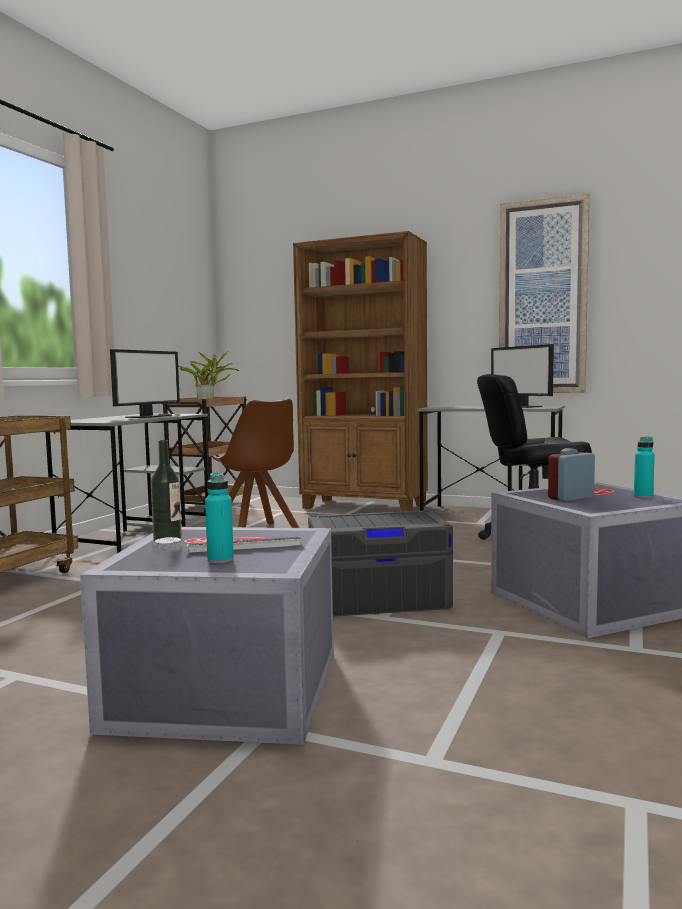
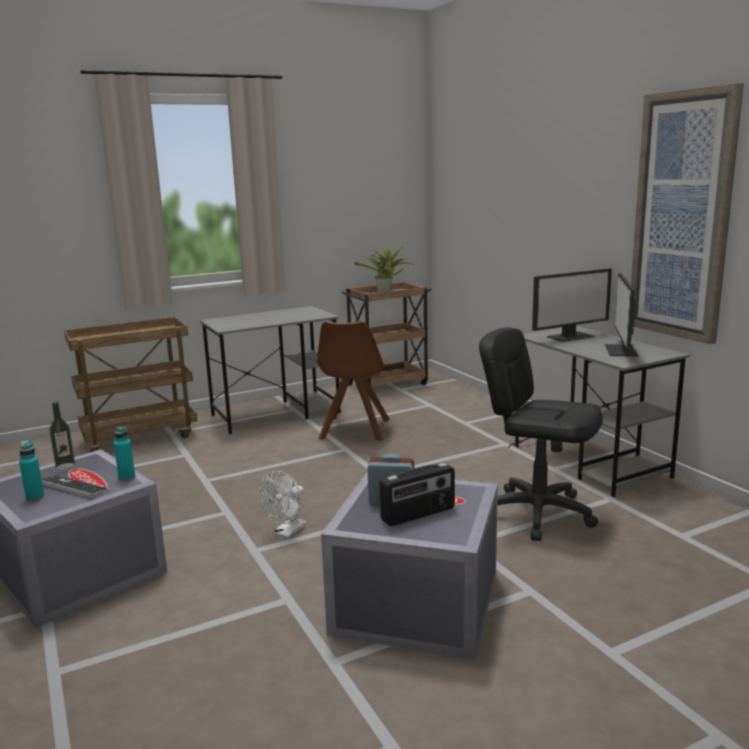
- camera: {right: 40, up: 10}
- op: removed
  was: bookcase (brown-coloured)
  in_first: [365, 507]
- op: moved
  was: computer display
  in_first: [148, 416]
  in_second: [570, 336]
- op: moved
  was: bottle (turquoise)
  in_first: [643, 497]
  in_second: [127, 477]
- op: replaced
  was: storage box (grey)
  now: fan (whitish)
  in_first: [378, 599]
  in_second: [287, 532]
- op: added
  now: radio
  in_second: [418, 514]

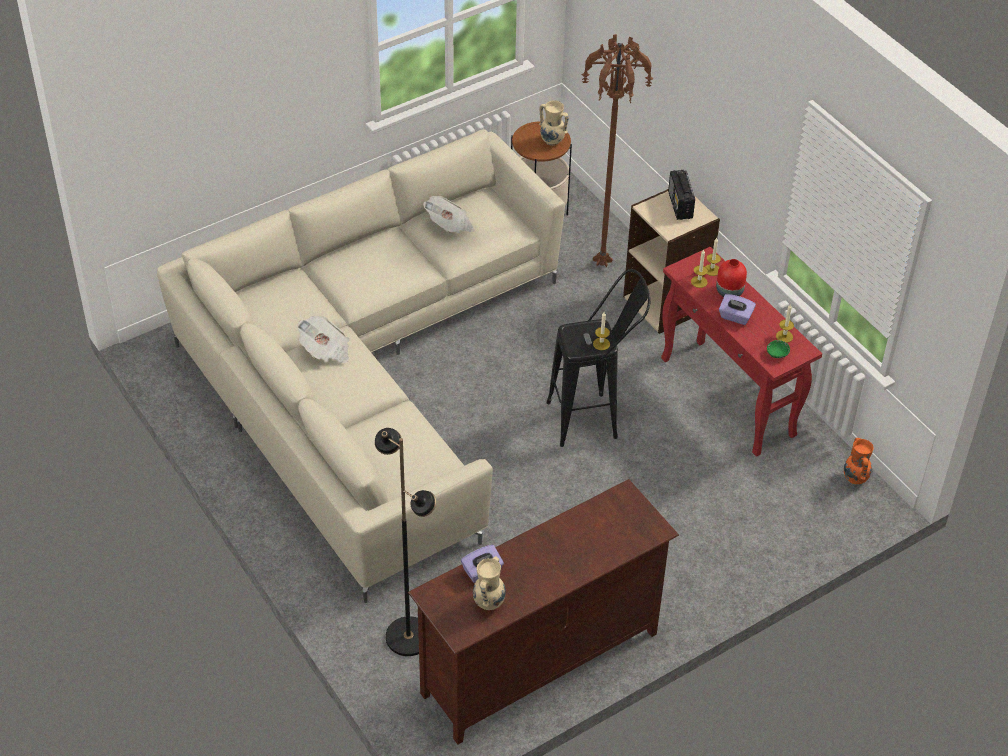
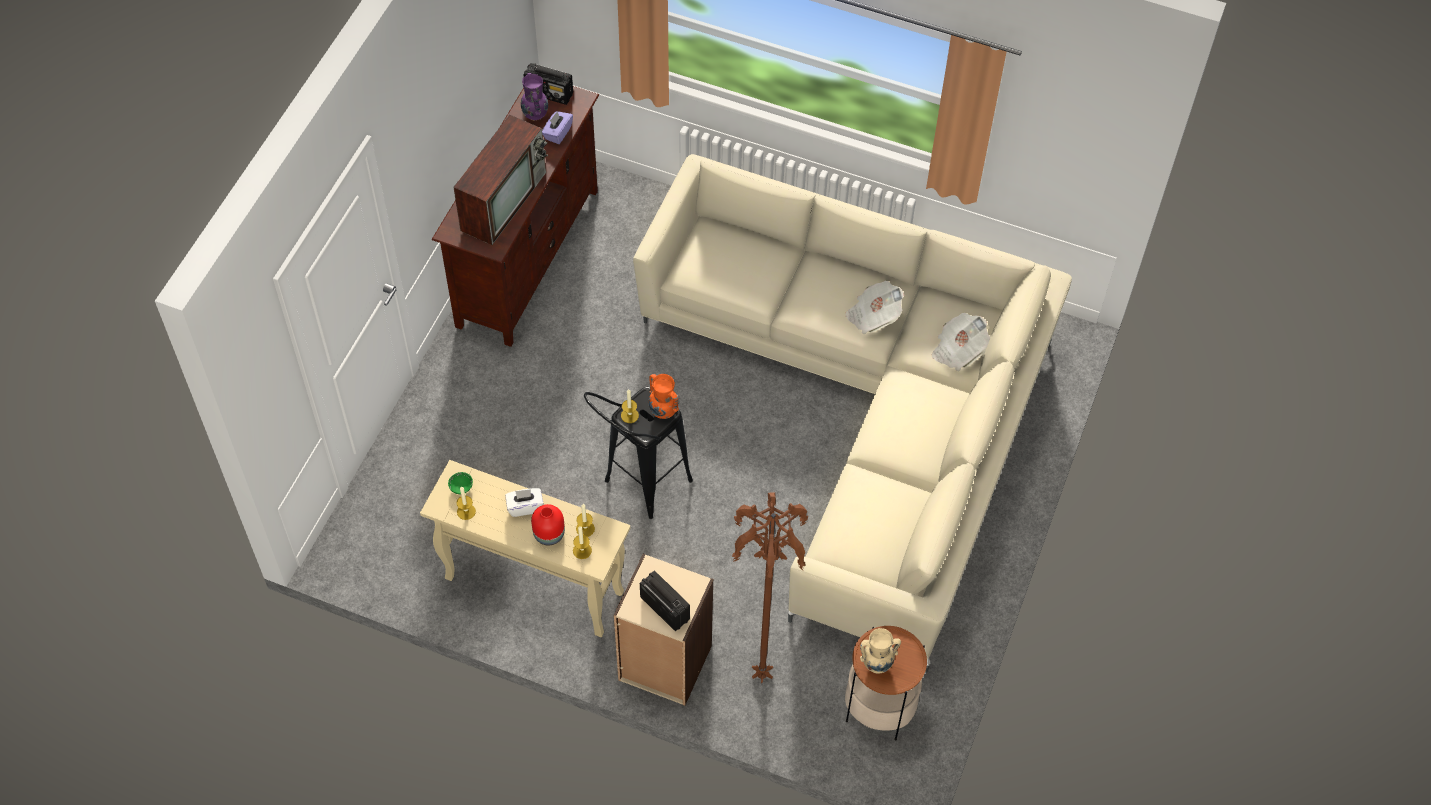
- camera: {right: 145, up: 10}
- op: moved
  was: daily paper
  in_first: [449, 225]
  in_second: [958, 350]
- op: recoloured
  was: console table (reddish)
  now: console table (sand-coloured)
  in_first: [728, 398]
  in_second: [532, 585]
- op: recoloured
  was: box of tissues (purplish)
  now: box of tissues (whitish)
  in_first: [735, 317]
  in_second: [525, 507]
- op: removed
  was: standing lamp (blackish)
  in_first: [409, 636]
- op: moved
  was: decorative vase (orange-coloured)
  in_first: [855, 478]
  in_second: [663, 412]
- op: recoloured
  was: decorative vase (sand-coloured)
  now: decorative vase (purplish)
  in_first: [488, 603]
  in_second: [535, 114]
- op: added
  now: radio
  in_second: [549, 93]
- op: added
  now: TV
  in_second: [504, 200]

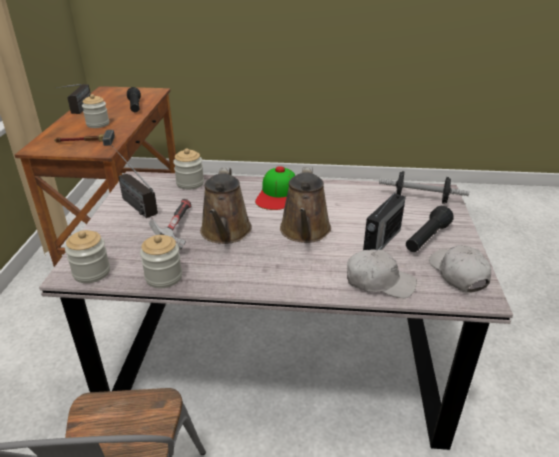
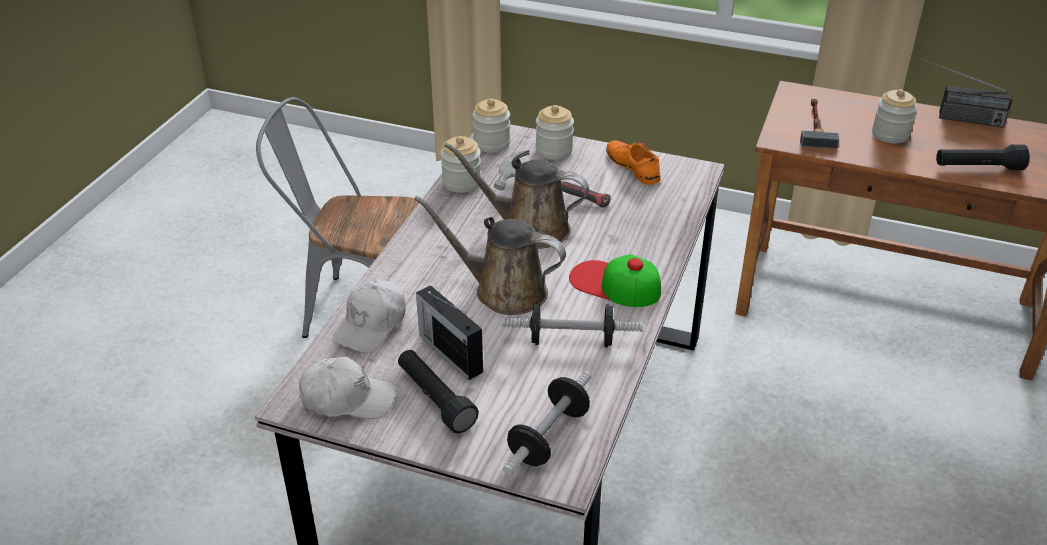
- camera: {right: 105, up: 5}
- op: replaced
  was: radio
  now: low shoe (orange-coloured)
  in_first: [131, 201]
  in_second: [633, 166]
- op: moved
  was: storage jar
  in_first: [190, 183]
  in_second: [554, 150]
- op: added
  now: hand weight
  in_second: [571, 340]

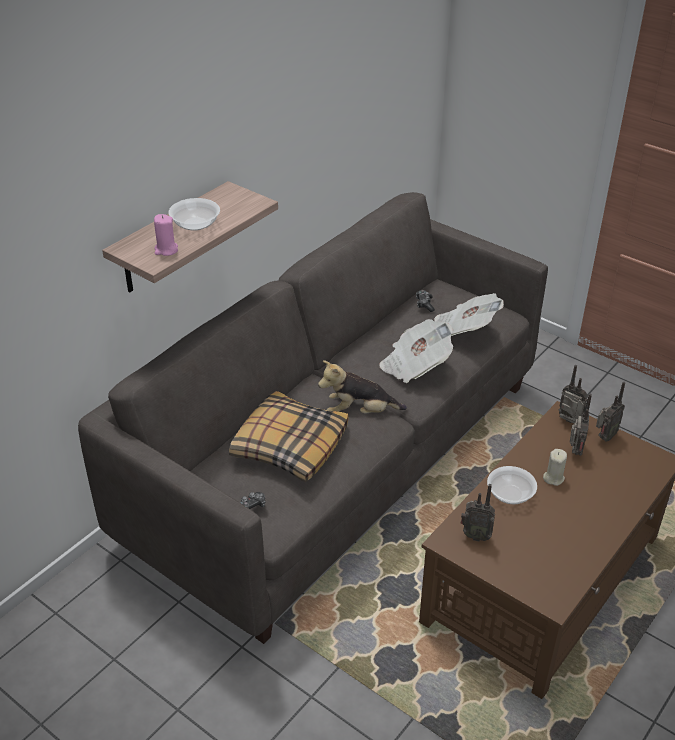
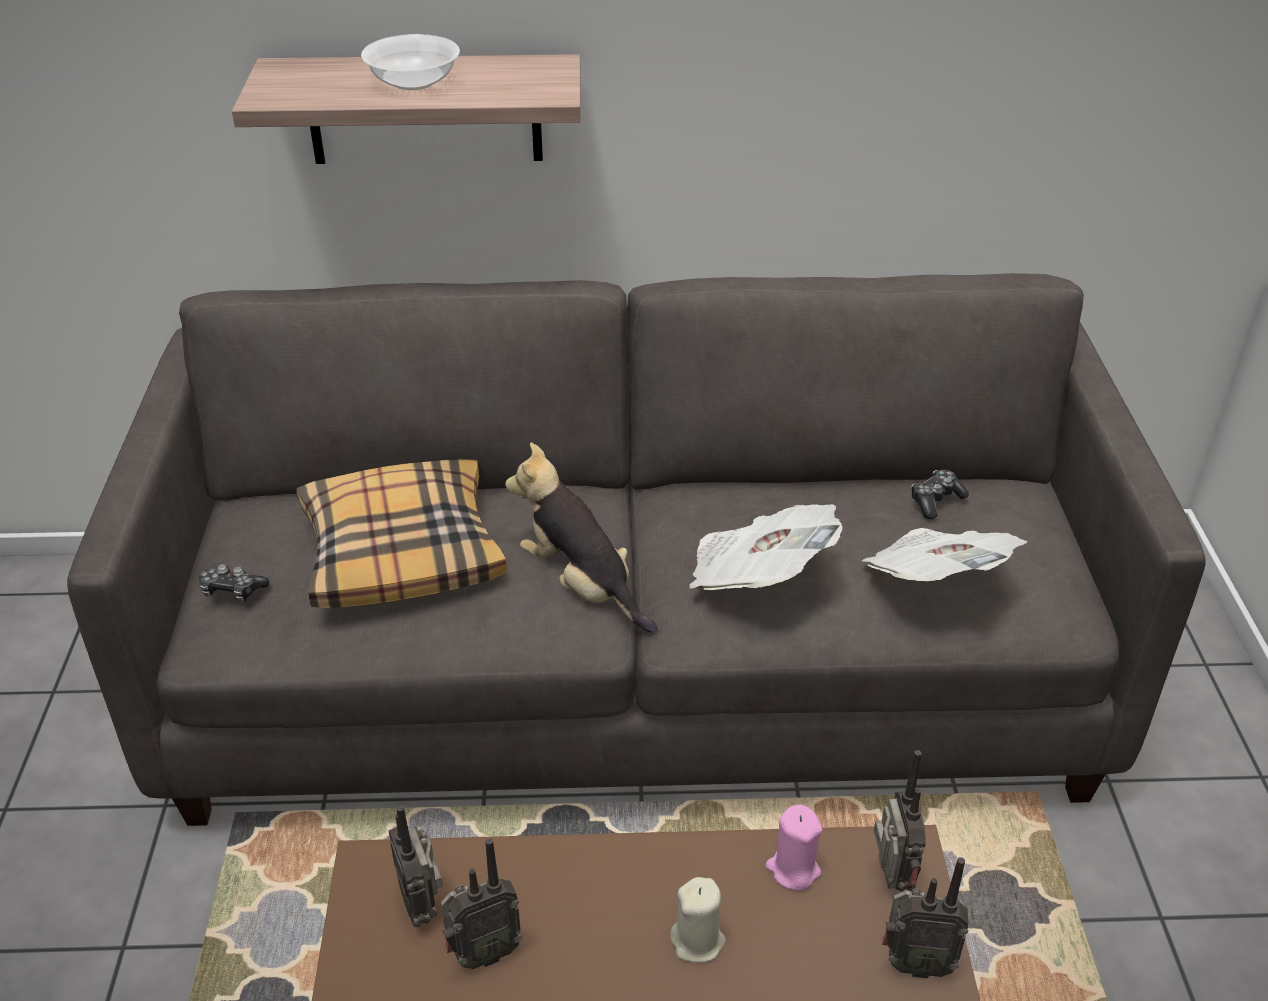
- camera: {right: 50, up: 0}
- op: moved
  was: wax light (pink-coloured)
  in_first: [166, 250]
  in_second: [793, 869]
- op: moved
  was: radio
  in_first: [574, 452]
  in_second: [482, 953]
- op: removed
  was: serving bowl
  in_first: [510, 494]

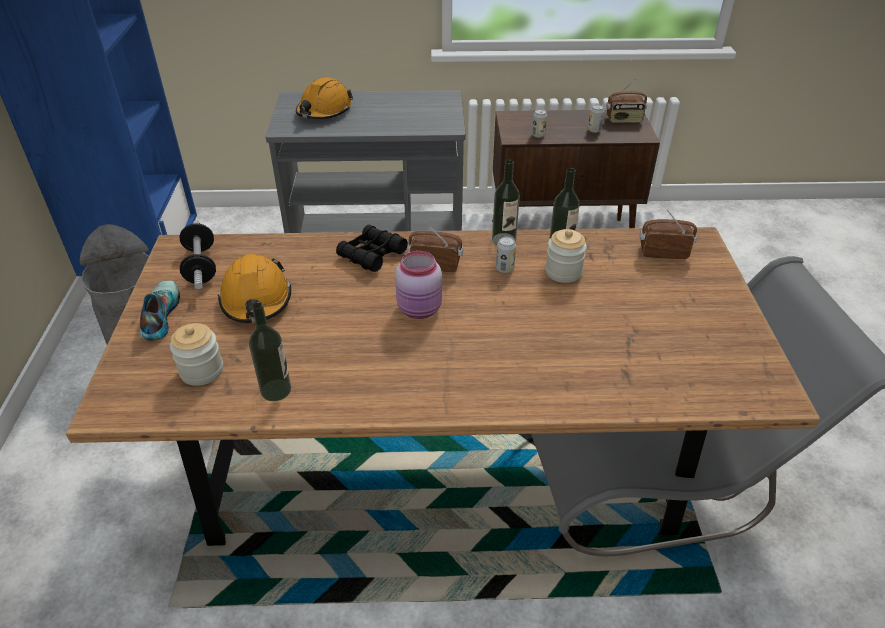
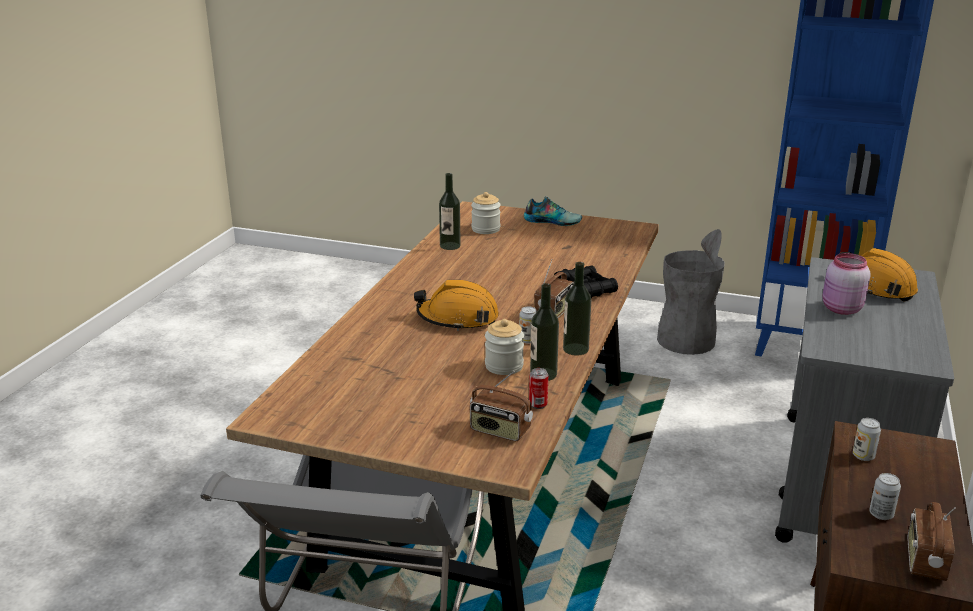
- camera: {right: 110, up: -15}
- op: turned
  was: radio
  in_first: [663, 252]
  in_second: [499, 431]
  clockwise: 90
- op: removed
  was: hand weight
  in_first: [201, 266]
- op: moved
  was: storage jar (pink-coloured)
  in_first: [420, 309]
  in_second: [840, 309]
- op: moved
  was: work helmet (orange-coloured)
  in_first: [256, 300]
  in_second: [458, 318]
- op: added
  now: can
  in_second: [538, 404]

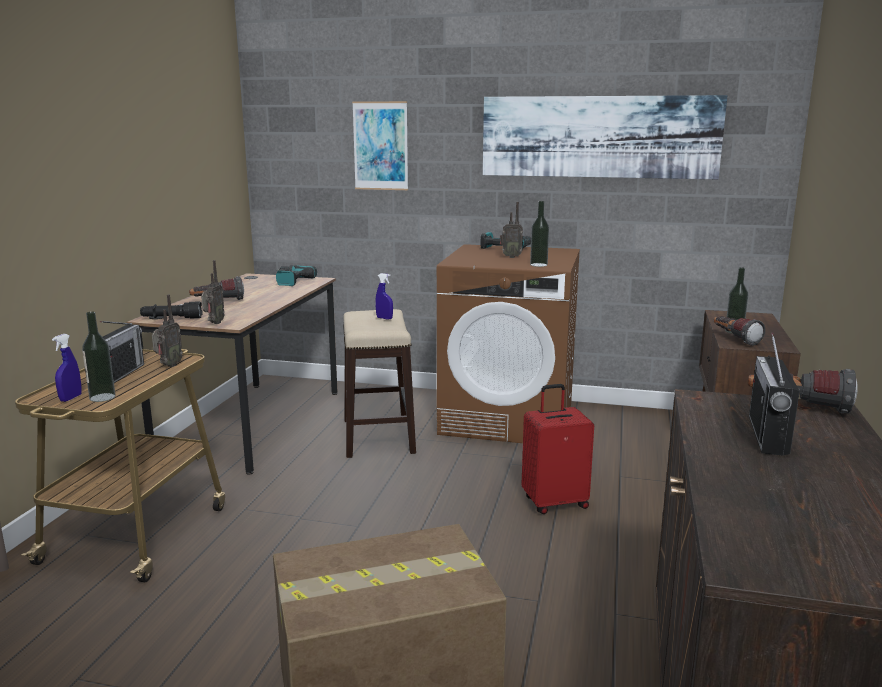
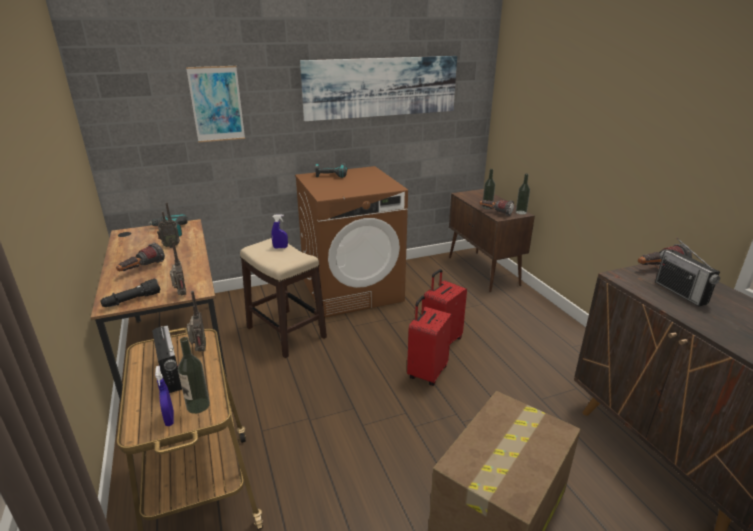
- camera: {right: -35, up: 10}
- op: moved
  was: bottle
  in_first: [538, 265]
  in_second: [521, 212]
- op: moved
  was: radio
  in_first: [511, 257]
  in_second: [170, 246]
- op: added
  now: piece of luggage (reddish)
  in_second: [426, 372]

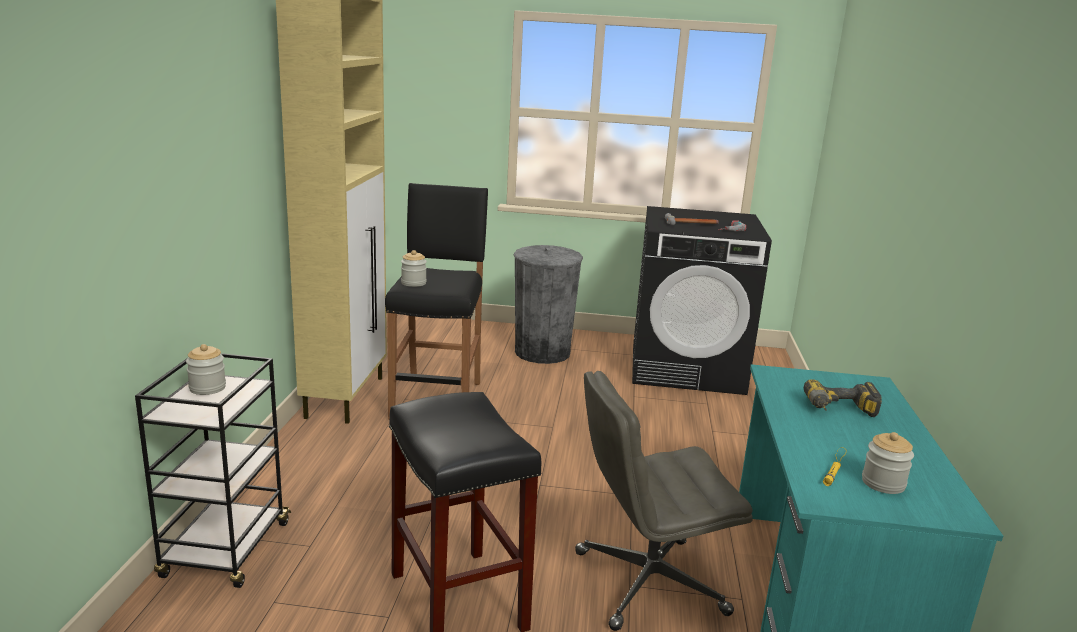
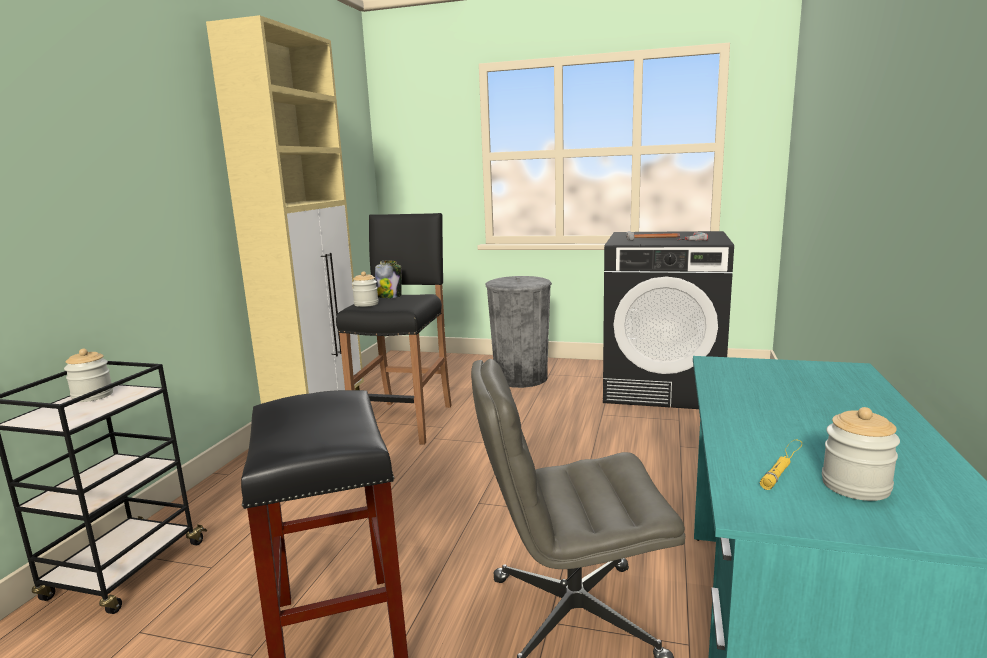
- camera: {right: 10, up: -5}
- op: removed
  was: electric drill
  in_first: [840, 411]
- op: added
  now: storage jar
  in_second: [389, 296]

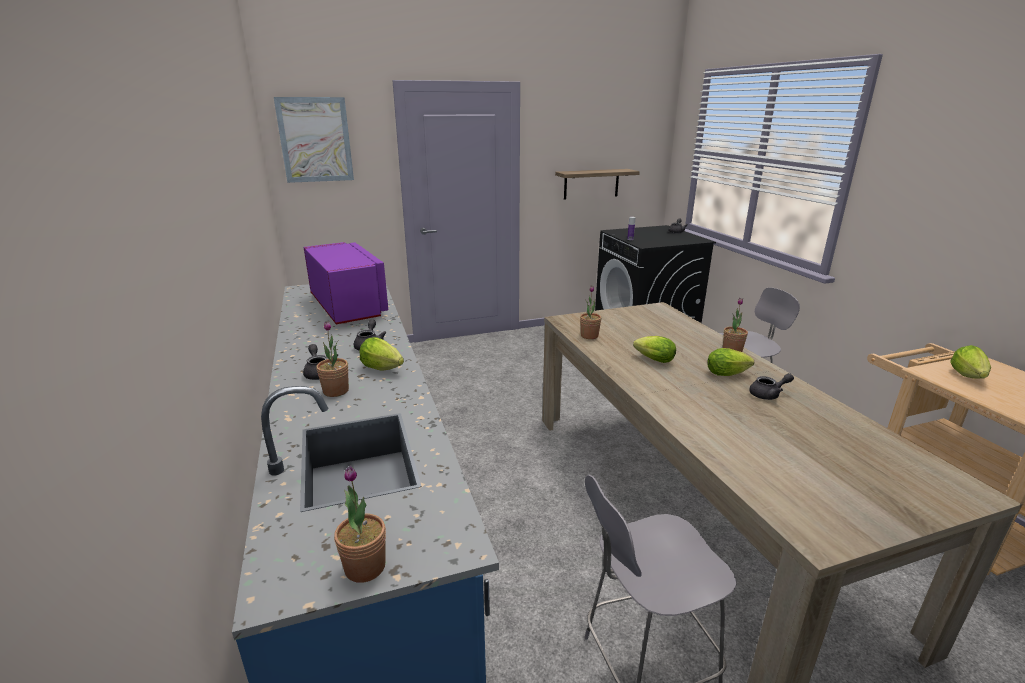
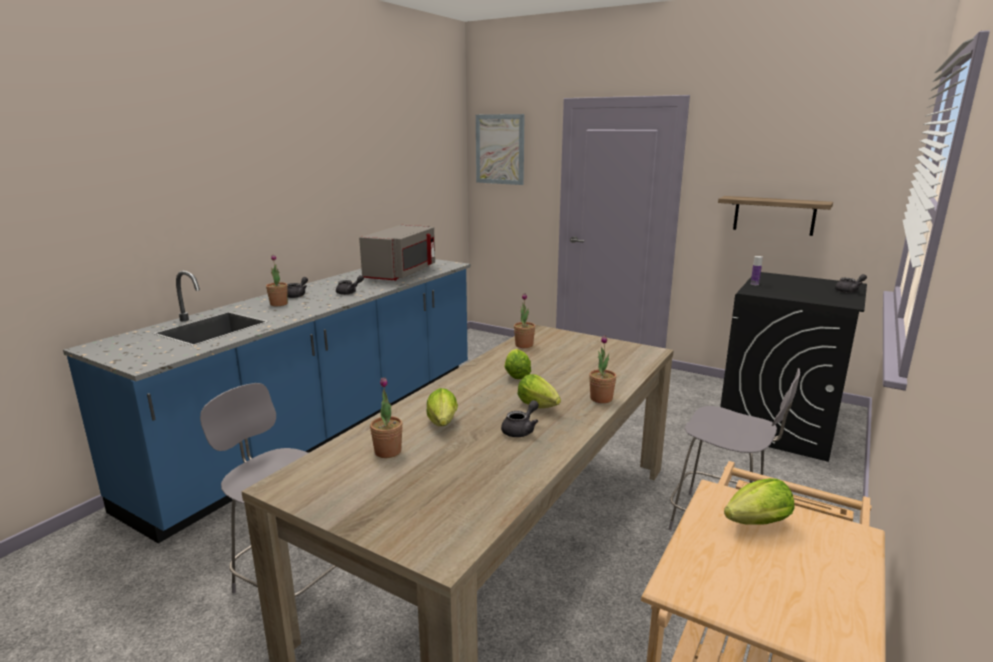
- camera: {right: 50, up: -5}
- op: recoloured
  was: microwave (purplish)
  now: microwave (grey)
  in_first: [349, 306]
  in_second: [402, 273]
- op: moved
  was: lettuce
  in_first: [384, 369]
  in_second: [442, 424]
- op: turned
  was: pot for tea (grey)
  in_first: [768, 395]
  in_second: [521, 430]
  clockwise: -90
- op: moved
  was: potted plant
  in_first: [365, 567]
  in_second: [388, 451]

